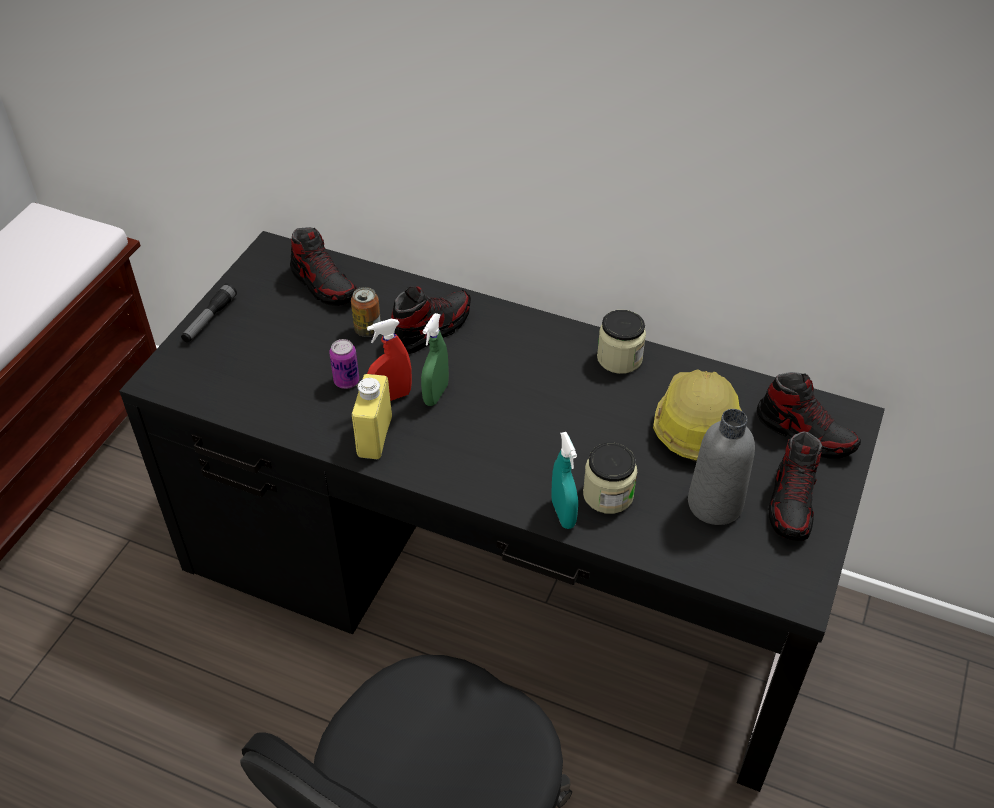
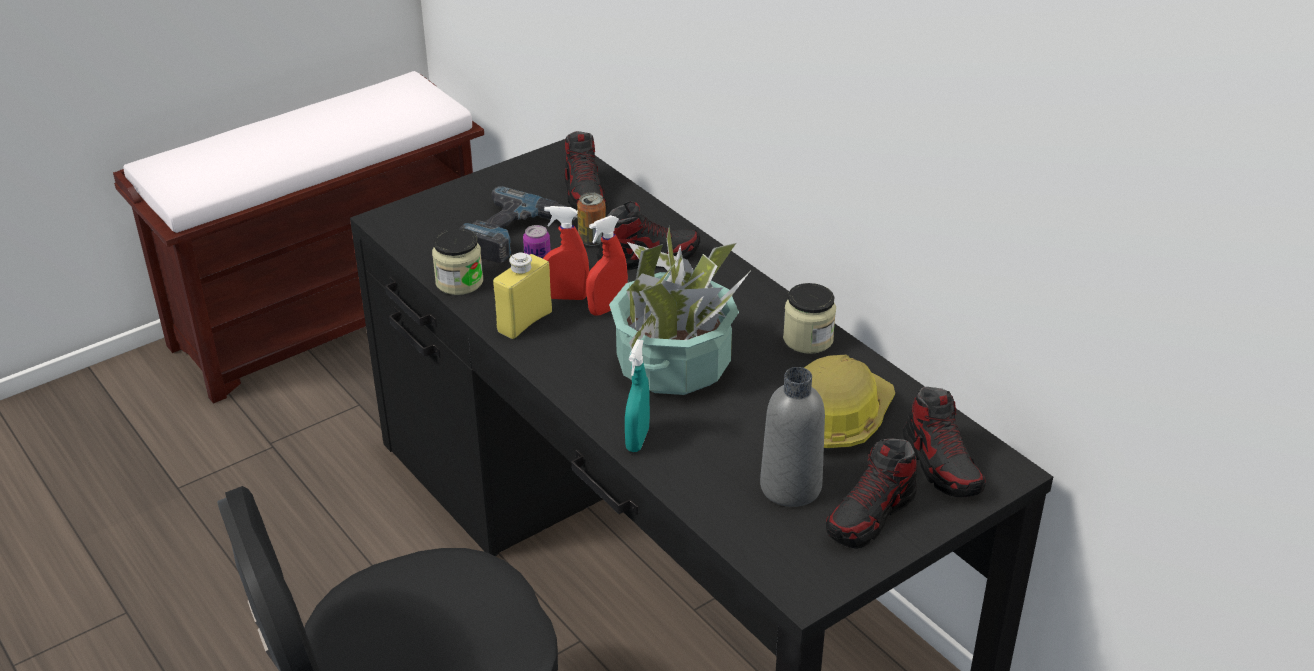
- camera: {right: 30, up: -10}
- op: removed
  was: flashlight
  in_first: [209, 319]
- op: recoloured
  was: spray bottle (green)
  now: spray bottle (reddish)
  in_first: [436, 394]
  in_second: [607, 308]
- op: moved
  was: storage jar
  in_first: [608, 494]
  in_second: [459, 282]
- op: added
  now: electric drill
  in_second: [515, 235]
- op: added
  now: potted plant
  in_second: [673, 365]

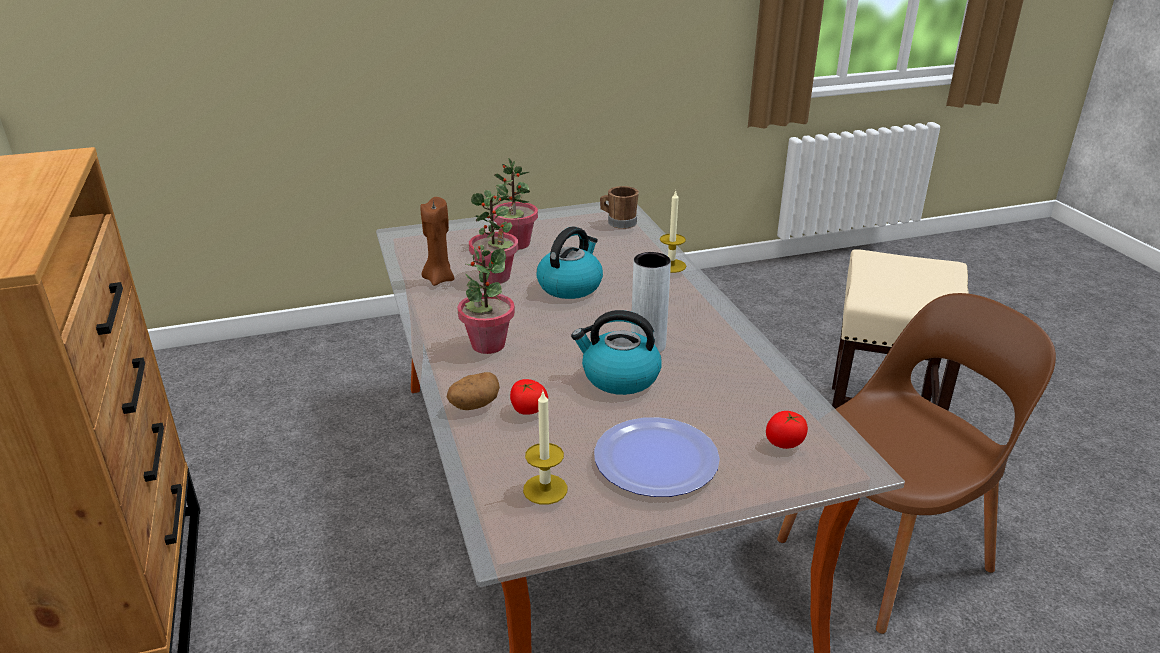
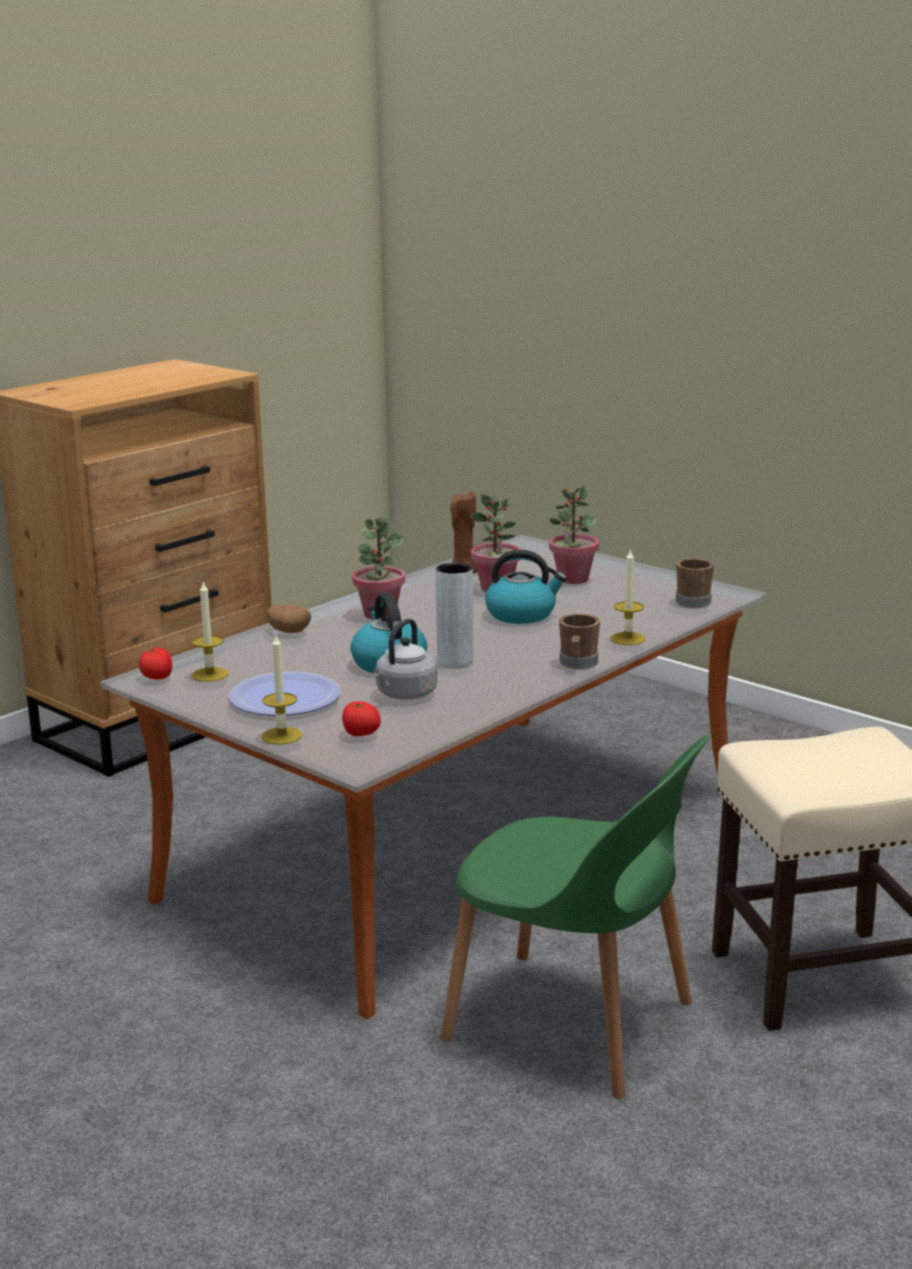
- camera: {right: 60, up: -10}
- op: recoloured
  was: plain chair (brown-coloured)
  now: plain chair (green)
  in_first: [888, 552]
  in_second: [575, 1024]
- op: moved
  was: tomato
  in_first: [528, 410]
  in_second: [157, 678]
- op: added
  now: mug (brown-coloured)
  in_second: [578, 664]
- op: added
  now: kettle (grey)
  in_second: [404, 695]
- op: added
  now: wax light
  in_second: [281, 736]

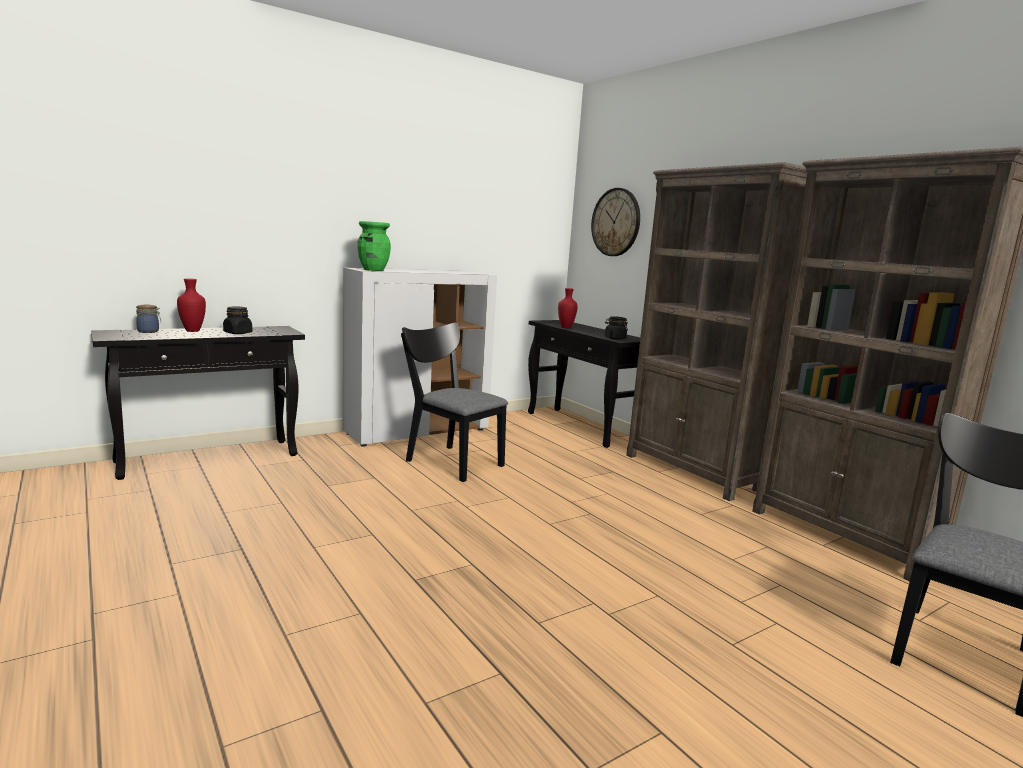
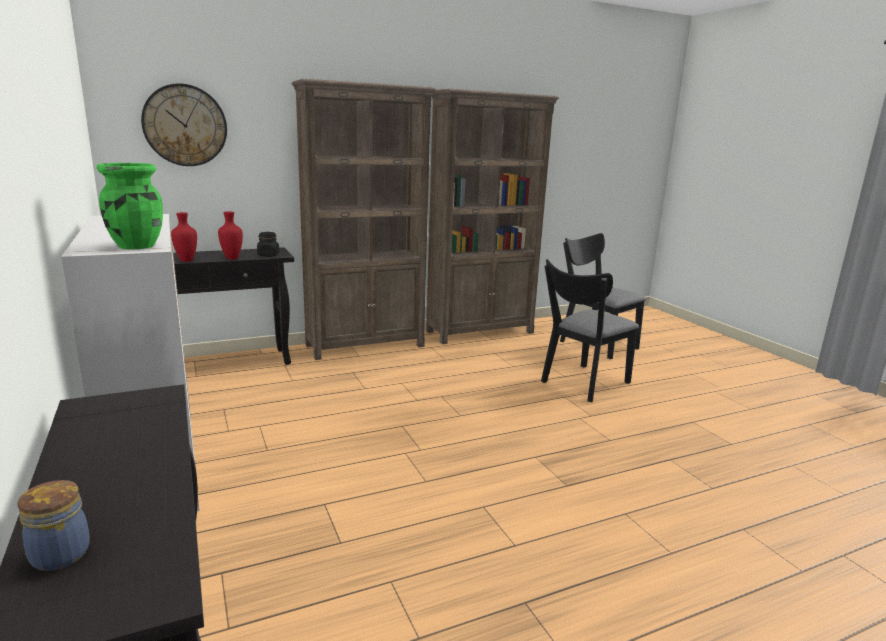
- camera: {right: -80, up: 5}
- op: moved
  was: decorative vase (reddish)
  in_first: [192, 331]
  in_second: [231, 258]
- op: removed
  was: storage jar (blackish)
  in_first: [238, 333]
- op: moved
  was: plain chair (blackish)
  in_first: [449, 461]
  in_second: [581, 384]

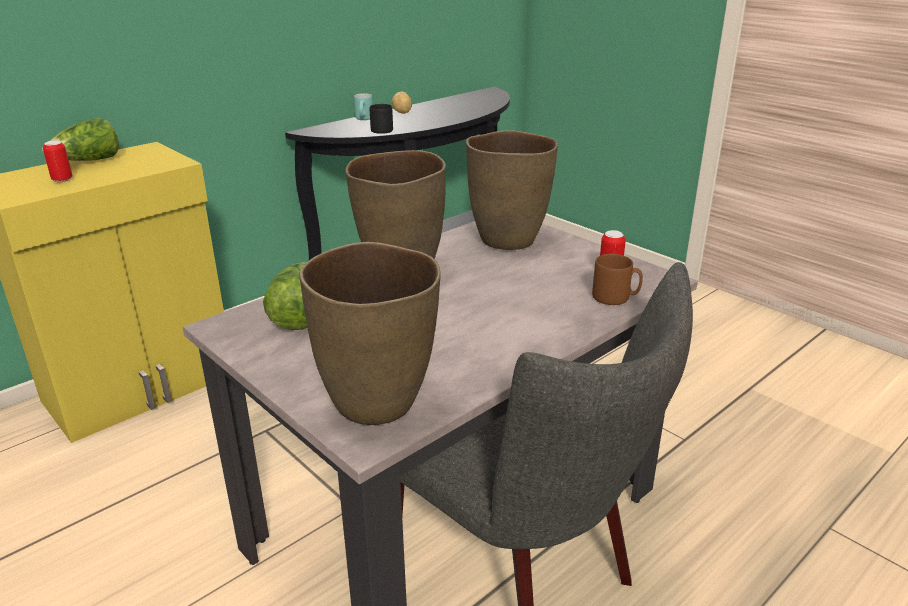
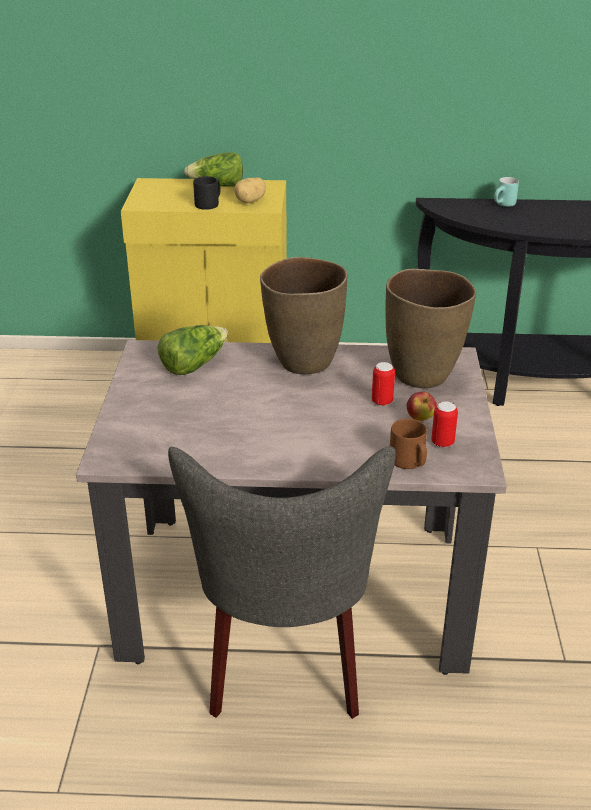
- camera: {right: 45, up: 5}
- op: moved
  was: potato
  in_first: [403, 112]
  in_second: [251, 201]
- op: moved
  was: mug (blackish)
  in_first: [382, 130]
  in_second: [209, 204]
- op: moved
  was: can
  in_first: [62, 180]
  in_second: [382, 402]
- op: removed
  was: decorative vase (brown-coloured)
  in_first: [378, 402]
- op: added
  now: whole apple
  in_second: [420, 418]

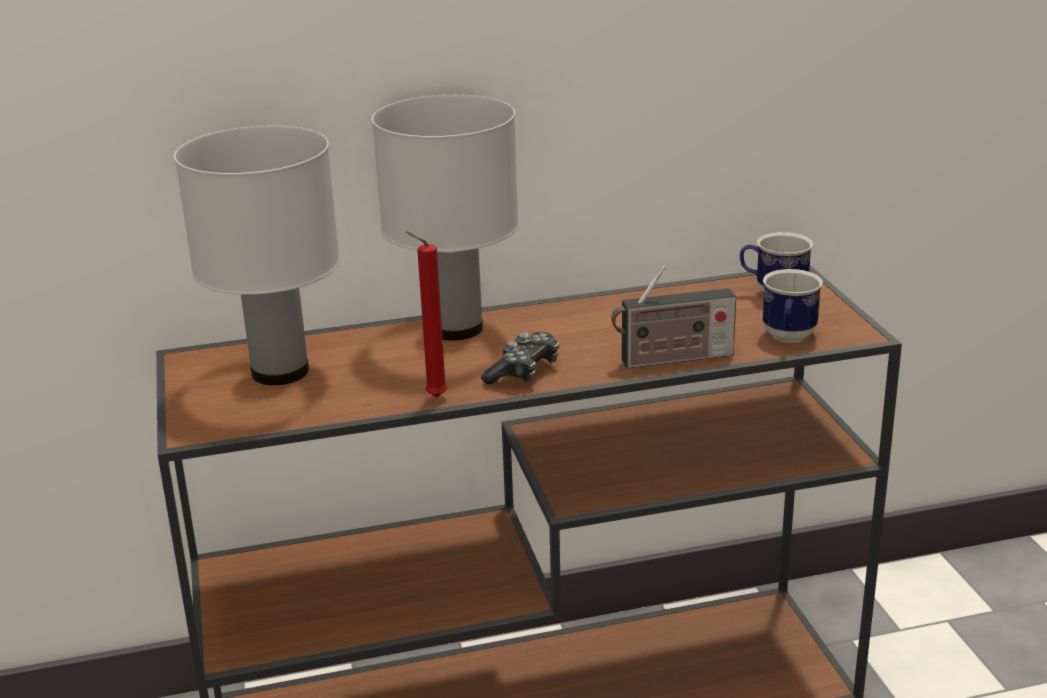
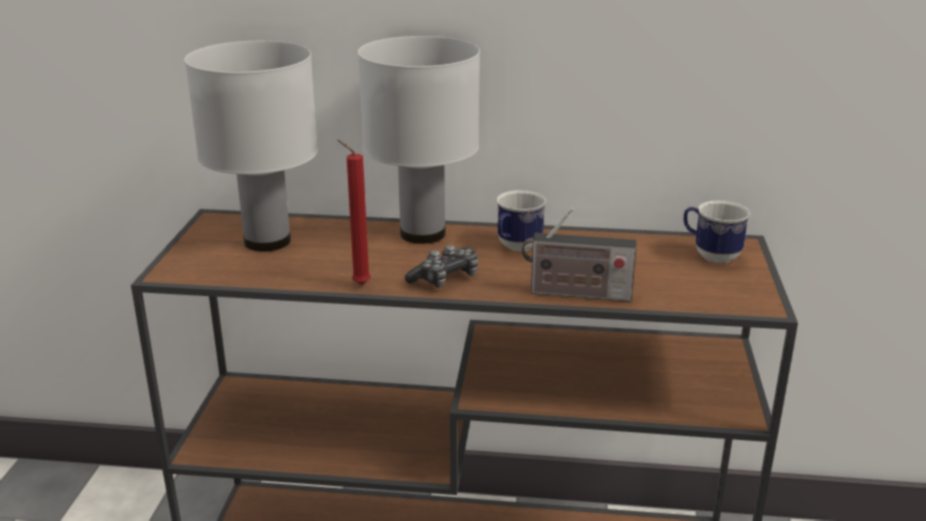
- camera: {right: 20, up: 0}
- op: moved
  was: mug
  in_first: [788, 338]
  in_second: [515, 248]

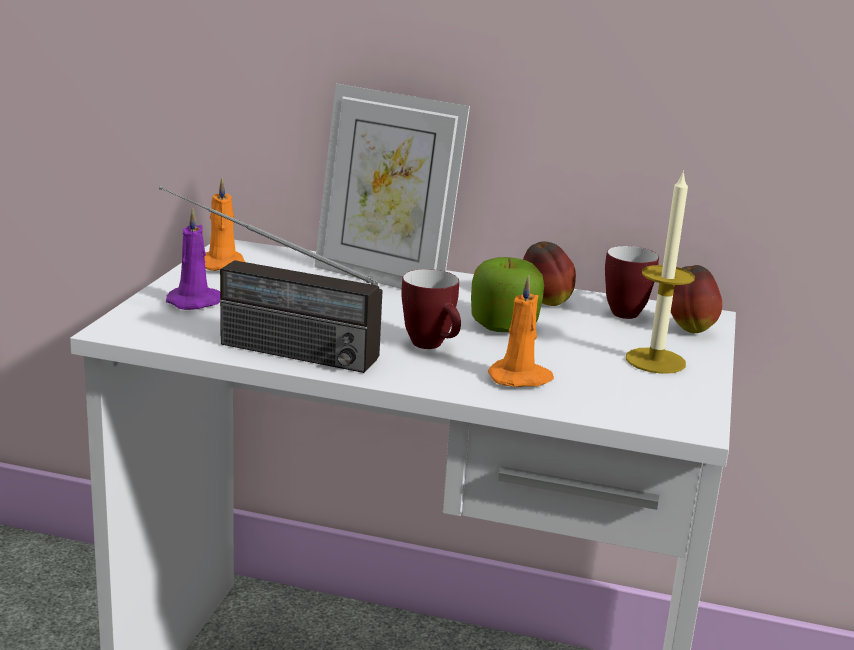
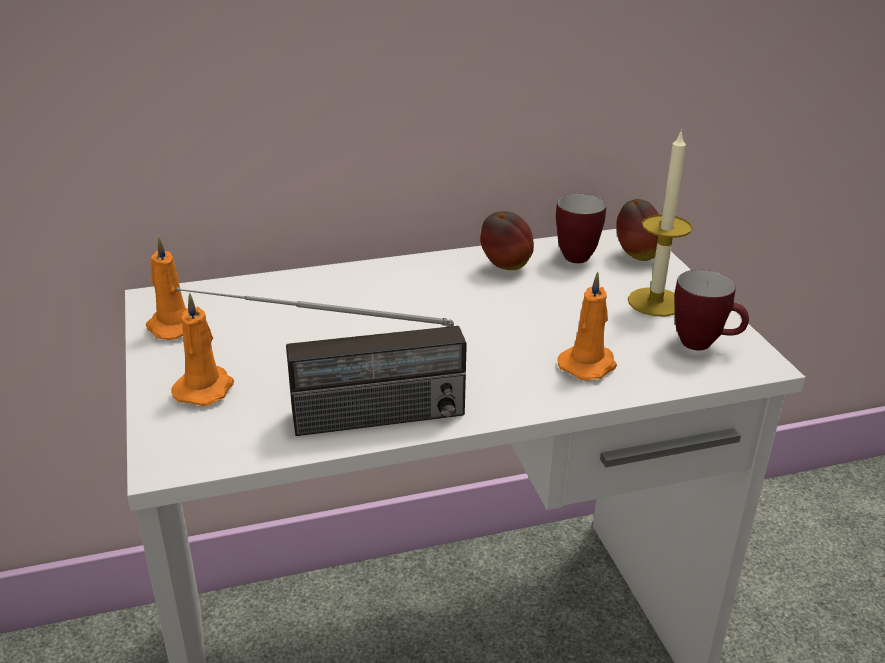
- camera: {right: -30, up: 10}
- op: removed
  was: picture frame
  in_first: [384, 278]
- op: recoloured
  was: wax light (purplish)
  now: wax light (orange-coloured)
  in_first: [196, 302]
  in_second: [205, 388]
- op: removed
  was: whole apple
  in_first: [504, 325]
- op: moved
  was: mug
  in_first: [432, 346]
  in_second: [704, 344]

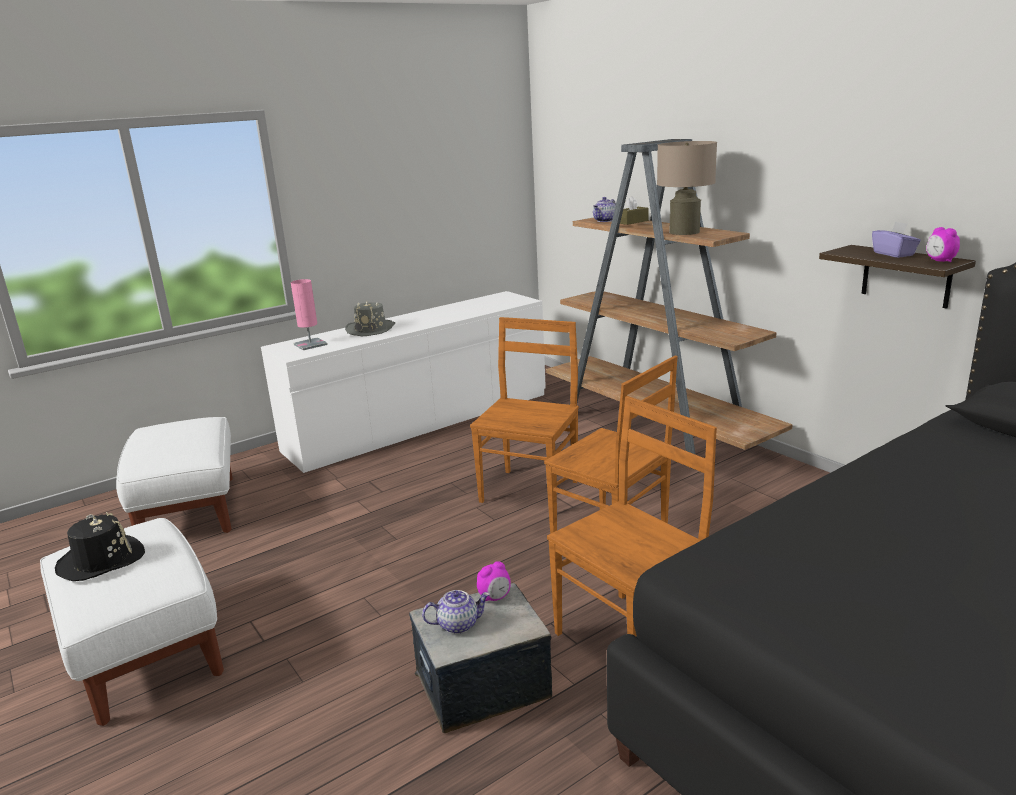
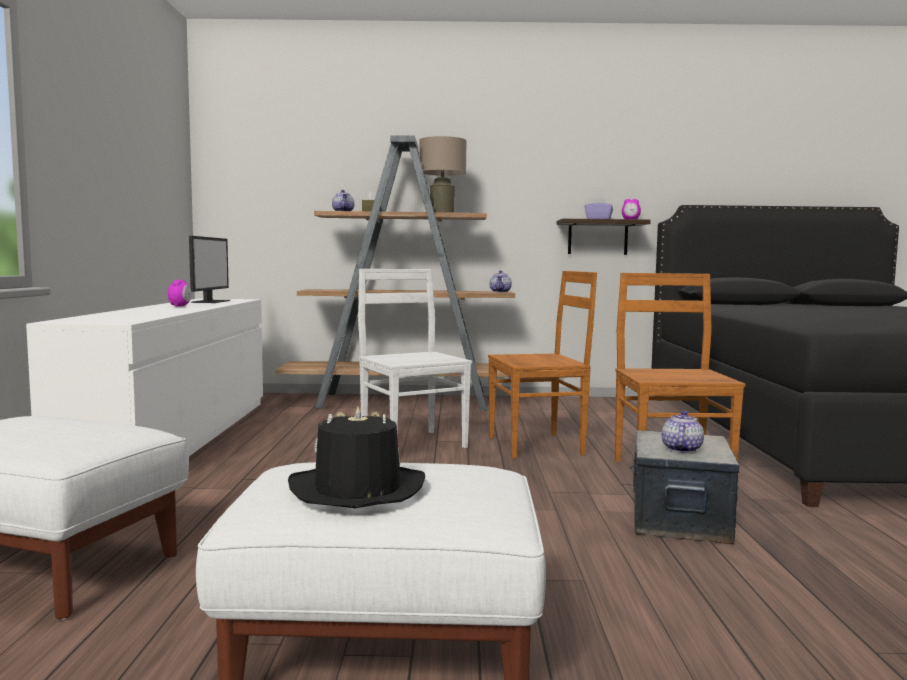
- camera: {right: -55, up: -15}
- op: removed
  was: lamp for a table (pink-coloured)
  in_first: [310, 344]
- op: removed
  was: wearable hat (grey)
  in_first: [371, 329]
- op: recoloured
  was: plain chair (brown-coloured)
  now: plain chair (whitish)
  in_first: [530, 490]
  in_second: [412, 443]
- op: moved
  was: alarm clock
  in_first: [495, 598]
  in_second: [180, 306]
- op: added
  now: computer display
  in_second: [210, 301]
- op: added
  now: pot for tea
  in_second: [500, 292]

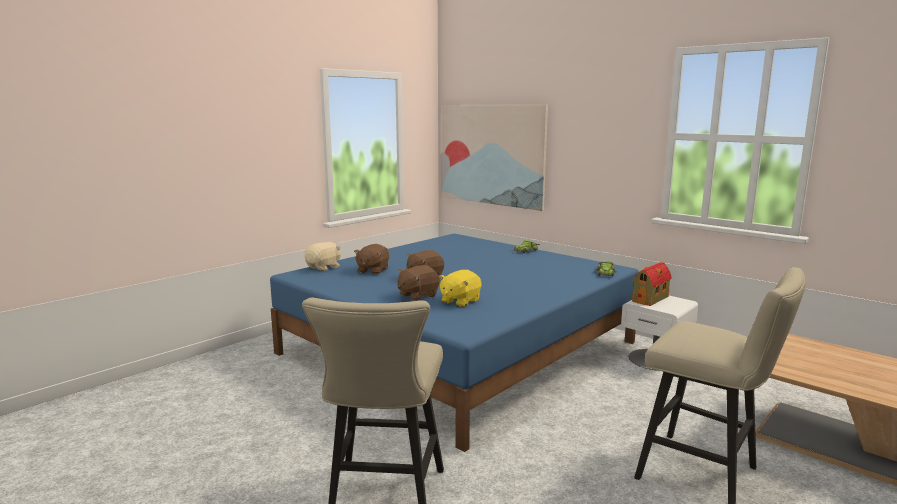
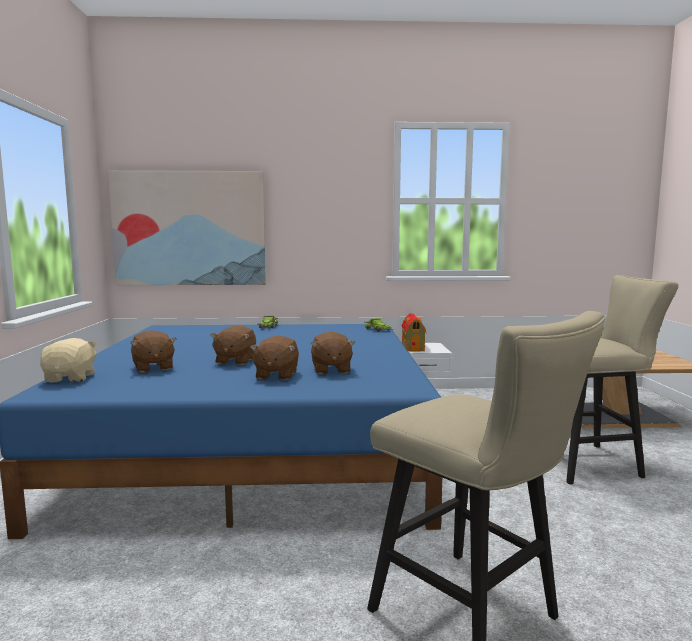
- camera: {right: -45, up: -5}
- op: recoloured
  was: plush toy (yellow-coloured)
  now: plush toy (brown-coloured)
  in_first: [460, 301]
  in_second: [331, 370]

